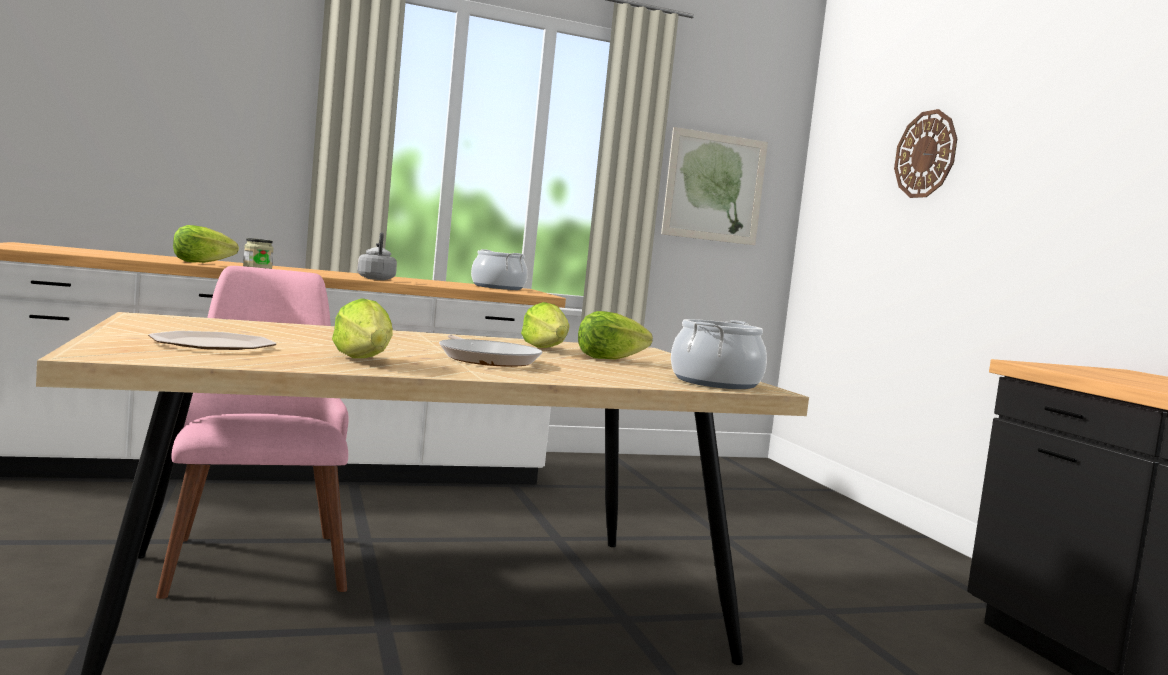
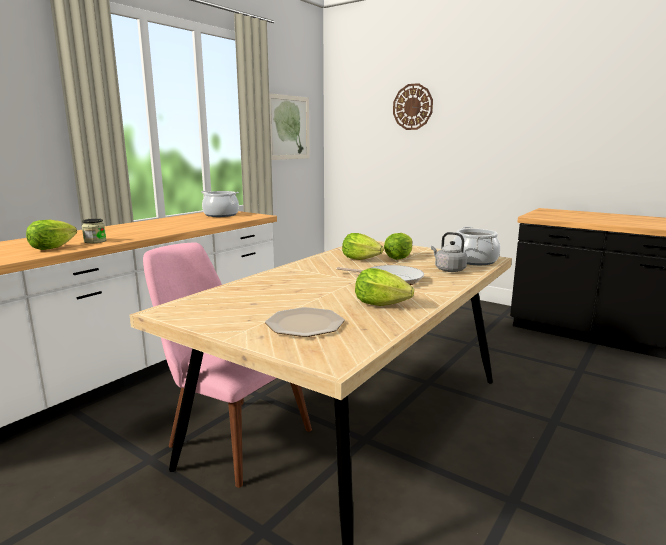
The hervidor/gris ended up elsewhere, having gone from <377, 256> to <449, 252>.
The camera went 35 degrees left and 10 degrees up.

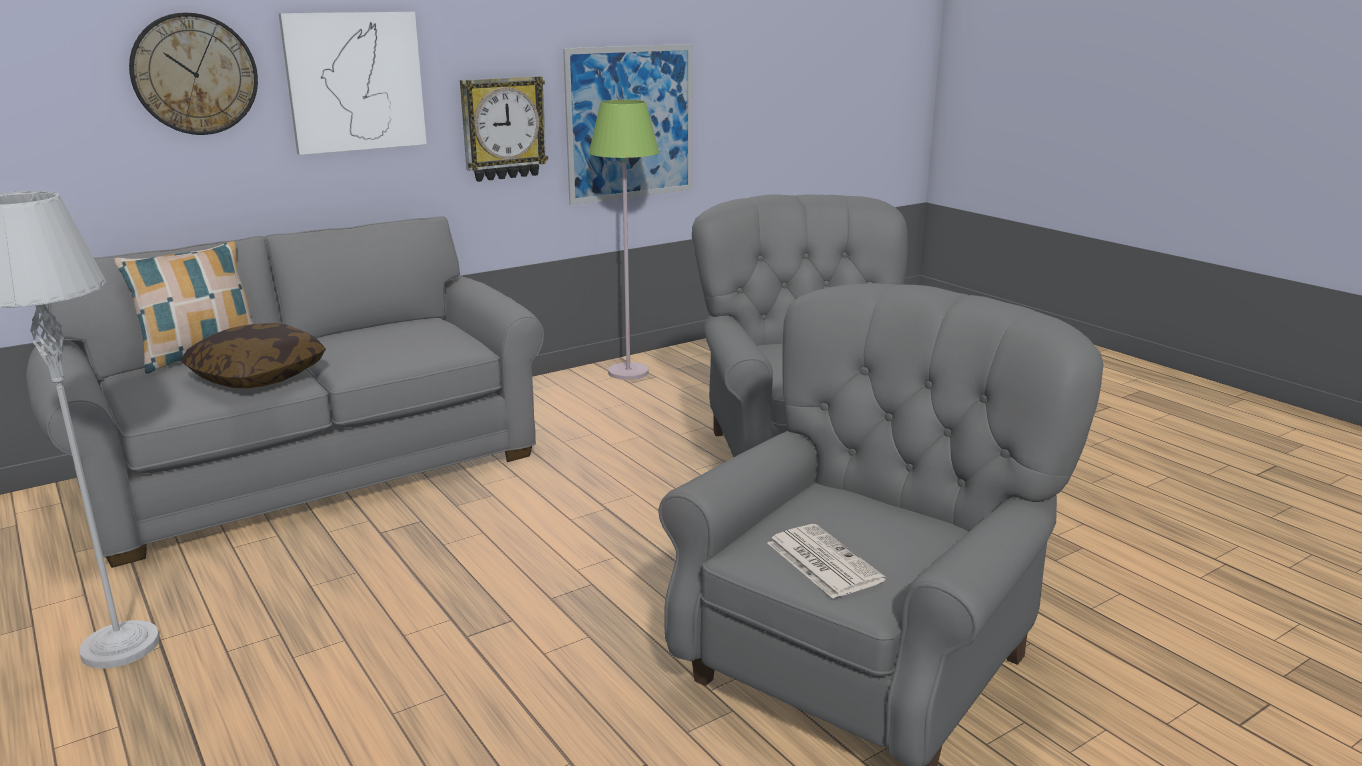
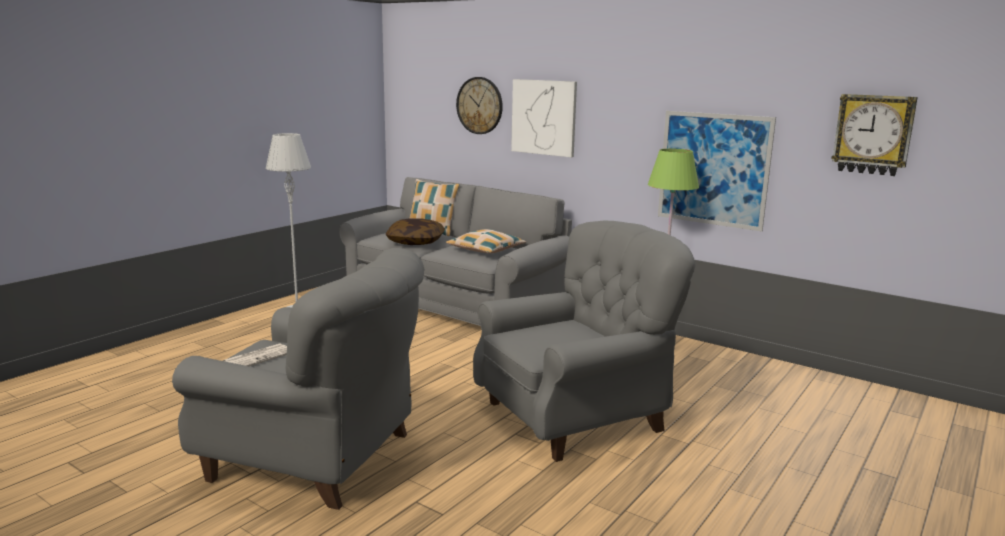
The reloj de pared ended up elsewhere, having gone from <504, 129> to <875, 135>.
The second view gained the cojín at <486, 241>.
The camera went 70 degrees right and 5 degrees down.

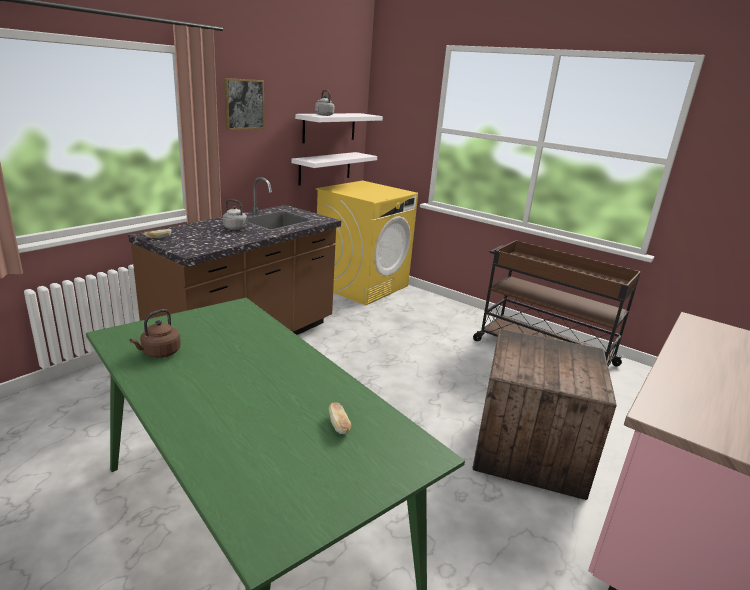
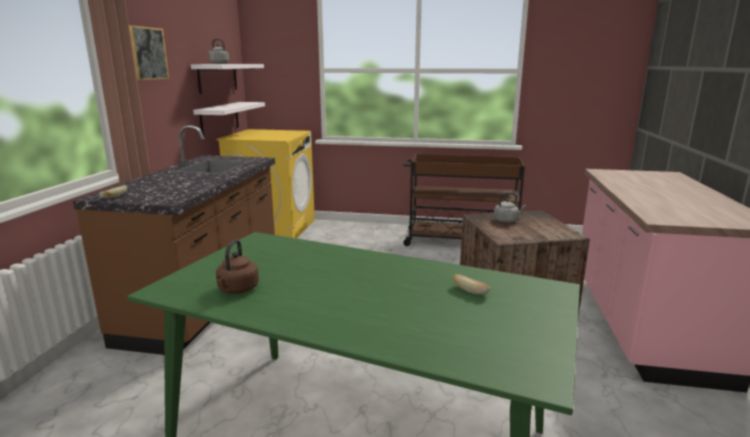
The hervidor/gris ended up elsewhere, having gone from <237, 214> to <510, 207>.
The camera went 25 degrees left and 5 degrees down.

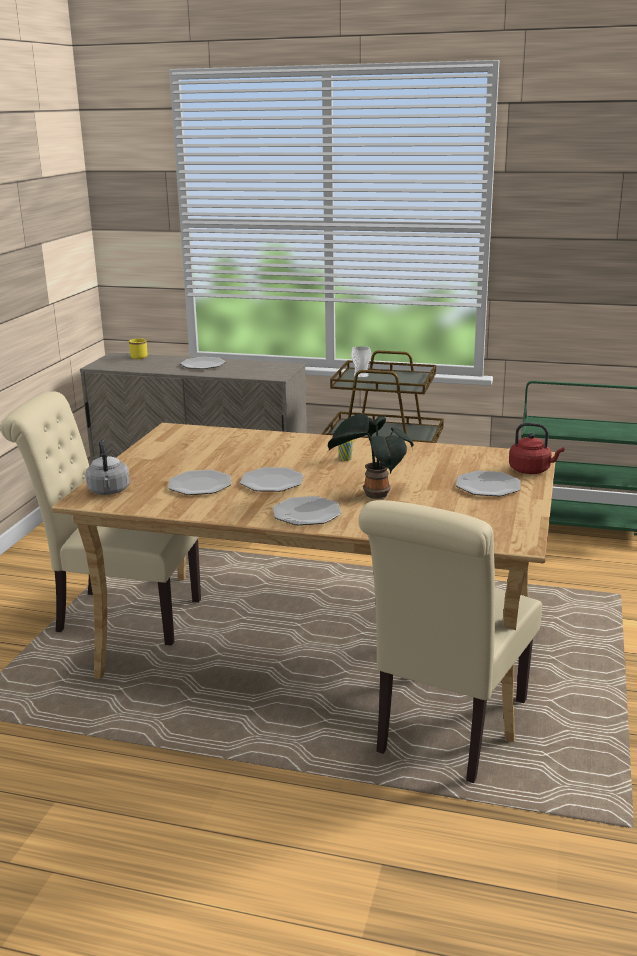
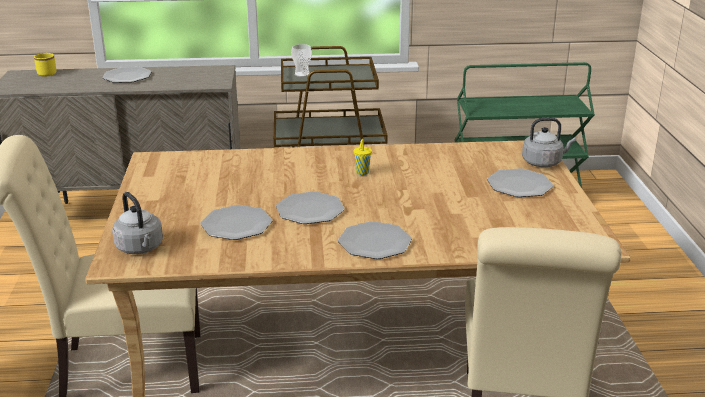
The second view lost the planta en maceta at <371, 457>.
What was the hervidor/rojo at <536, 448> turned into the hervidor/gris at <549, 142>.
The camera went 20 degrees left and 5 degrees up.

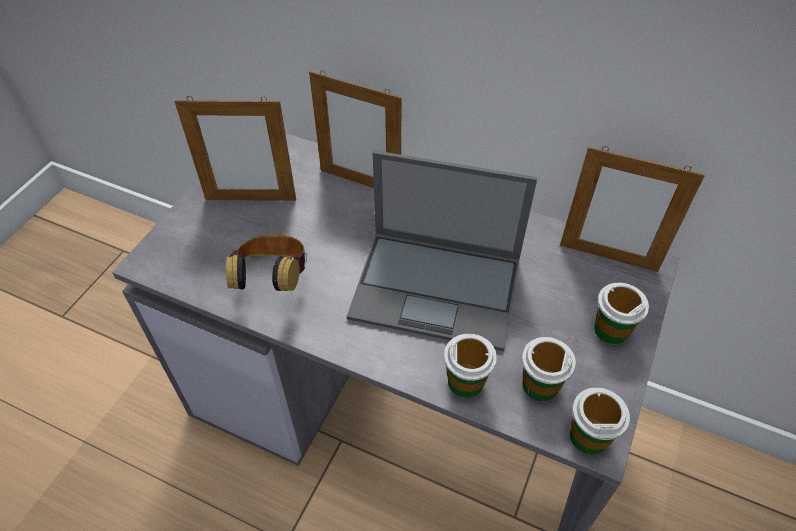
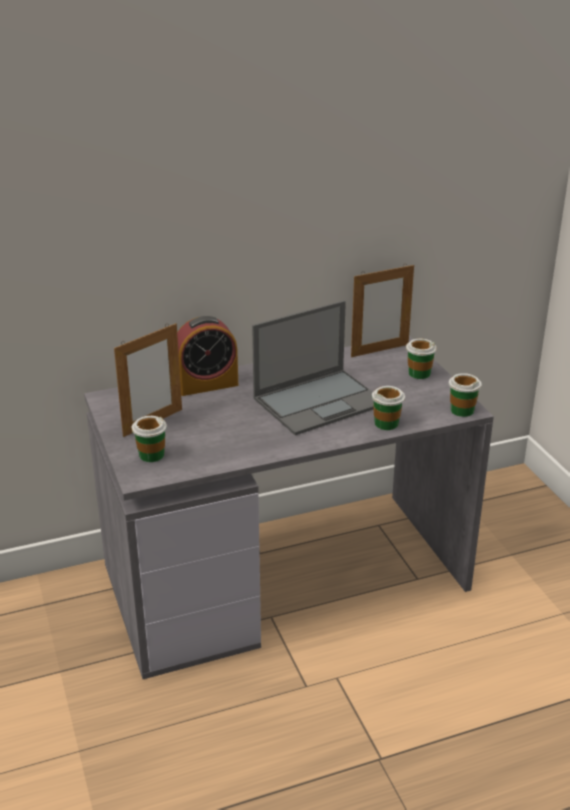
The second view lost the auriculares at <266, 262>.
Where the portarretratos stood at <355, 129>, the despertador came to stand at <207, 356>.
The taza ended up elsewhere, having gone from <549, 369> to <149, 439>.
The camera went 45 degrees left and 20 degrees down.

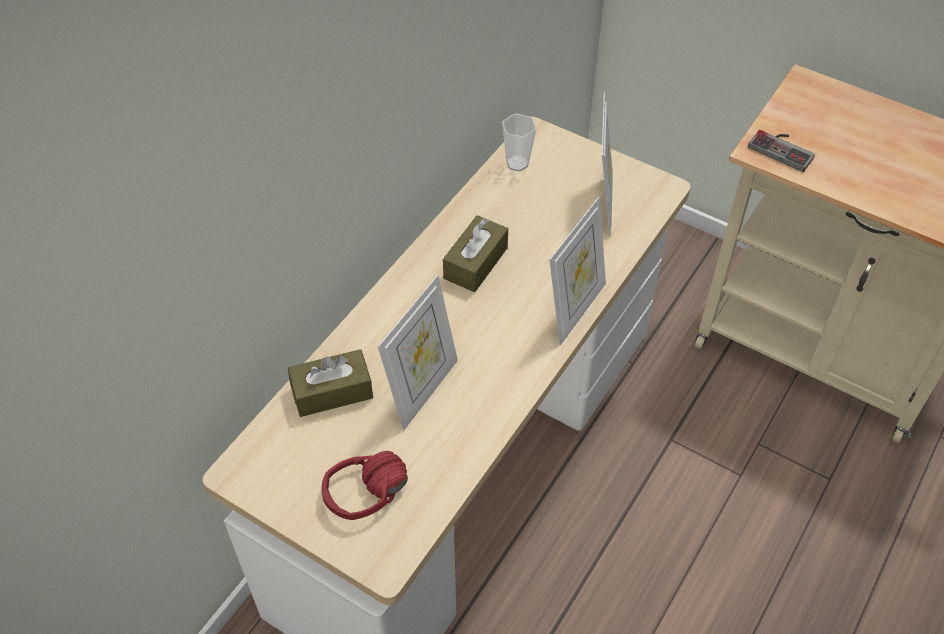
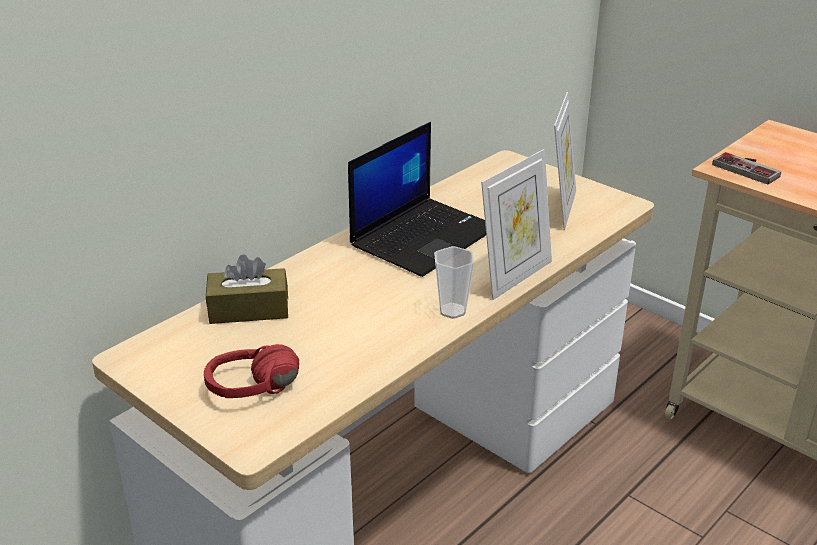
The second view lost the portarretratos at <418, 352>.
Where the caja de pañuelos/marrón stood at <475, 253>, the portátil came to stand at <417, 199>.
The taza ended up elsewhere, having gone from <519, 143> to <454, 282>.
The camera went 10 degrees right and 20 degrees down.

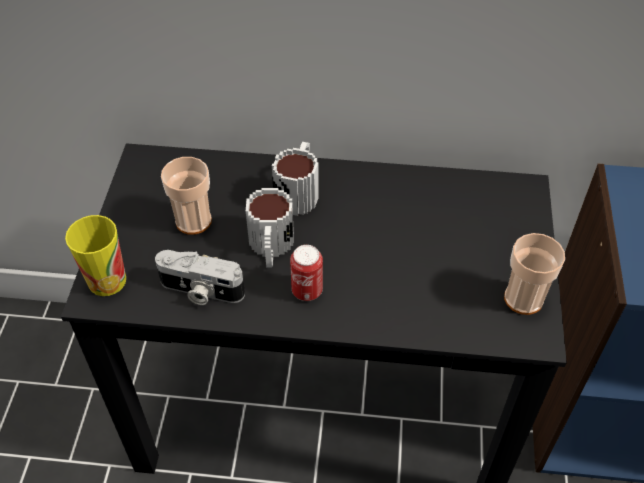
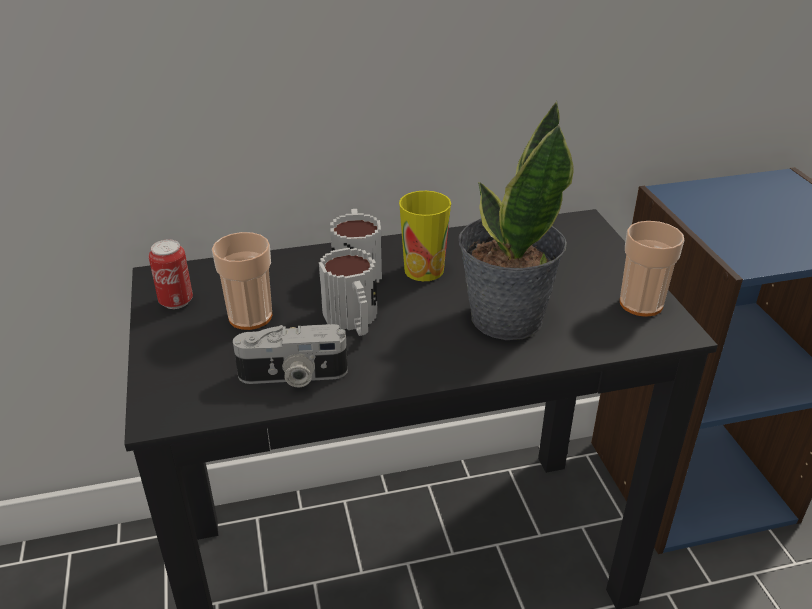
The taza ended up elsewhere, having gone from <95, 255> to <425, 236>.
The lata ended up elsewhere, having gone from <306, 273> to <171, 274>.
The second view gained the planta en maceta at <516, 220>.
The camera went 20 degrees left and 15 degrees down.

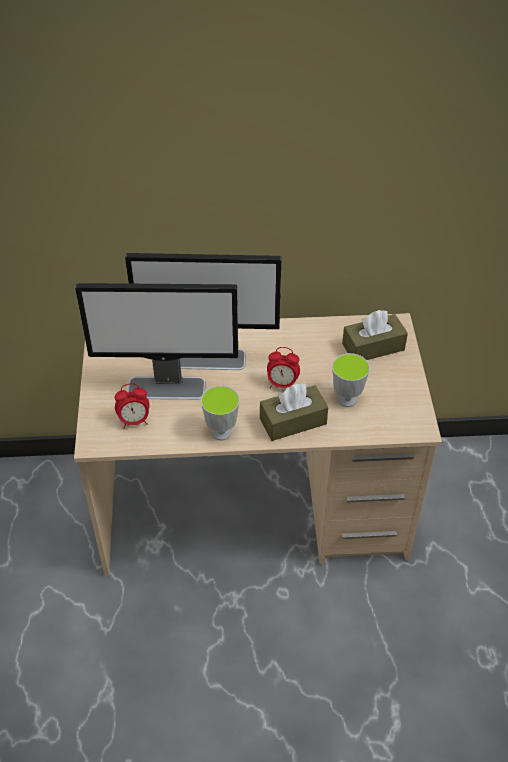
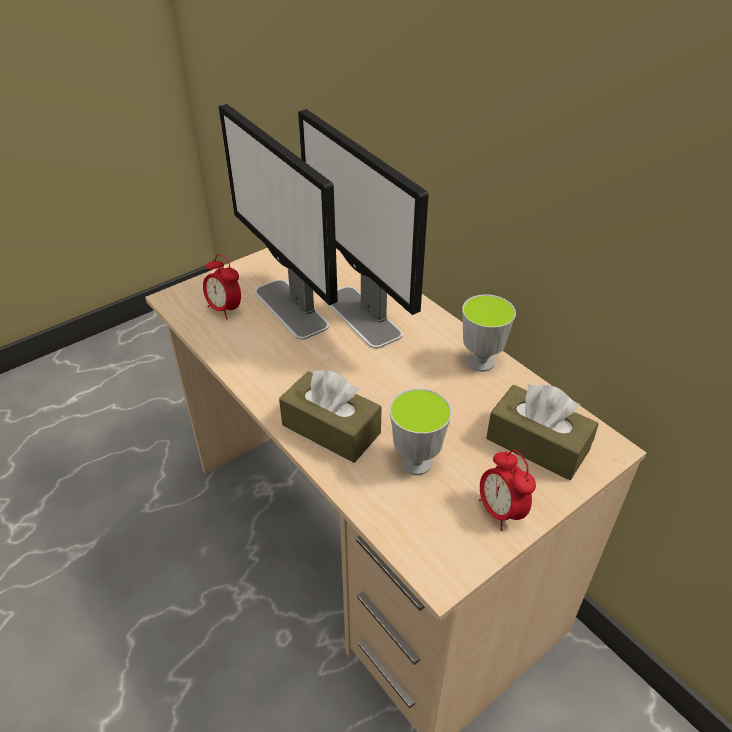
The taza ended up elsewhere, having gone from <220, 413> to <489, 333>.
The despertador ended up elsewhere, having gone from <283, 367> to <507, 490>.
The camera went 55 degrees right and 5 degrees down.

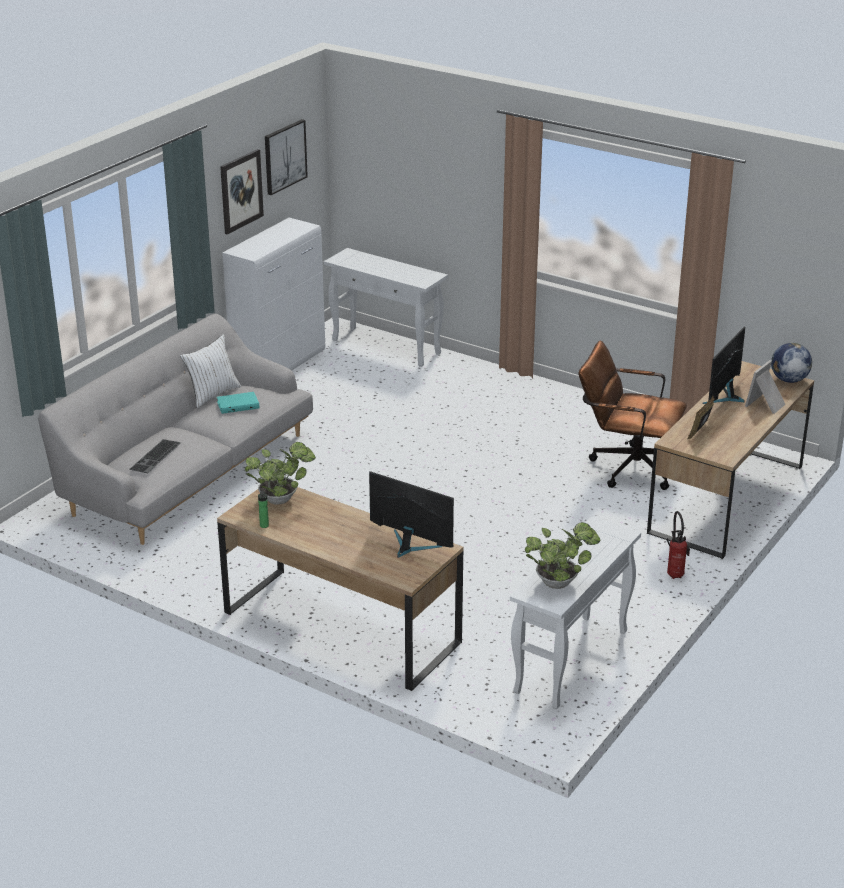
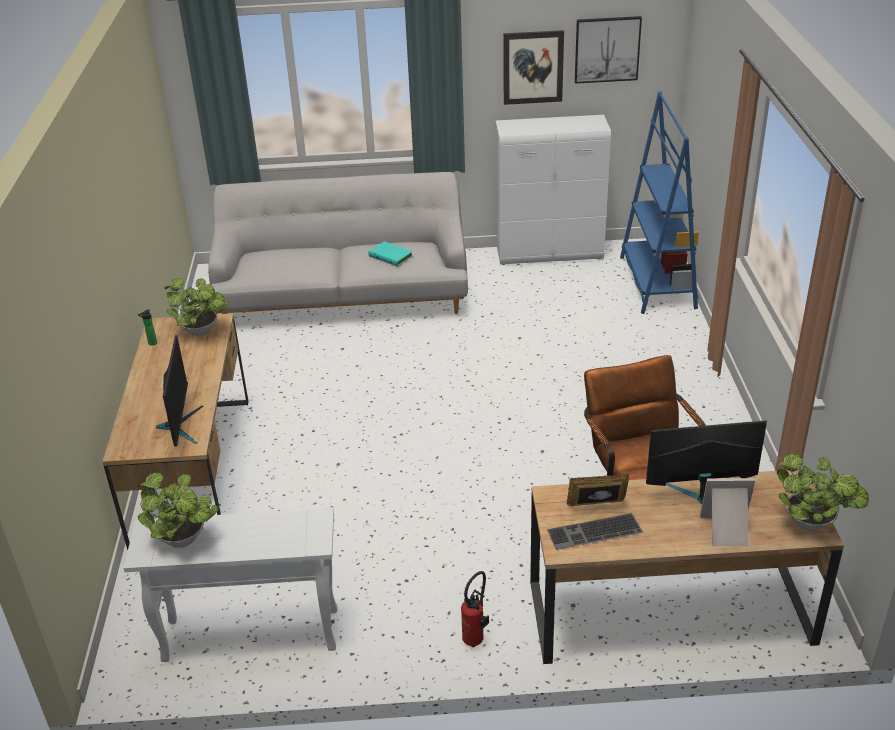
The teclado ended up elsewhere, having gone from <155, 456> to <595, 531>.
The second view lost the cojín/blanco at <210, 371>.
Where the mesa consola/blanco stood at <386, 307>, the estantería/azul came to stand at <659, 202>.
Where the globo terráqueo stood at <791, 363>, the planta en maceta came to stand at <823, 492>.
The camera went 55 degrees right and 5 degrees up.

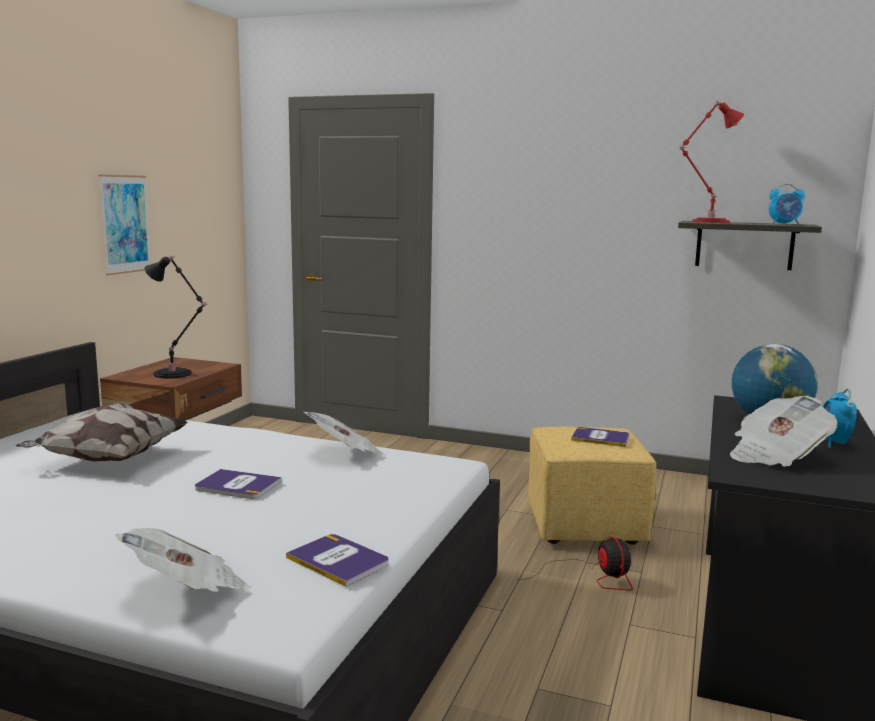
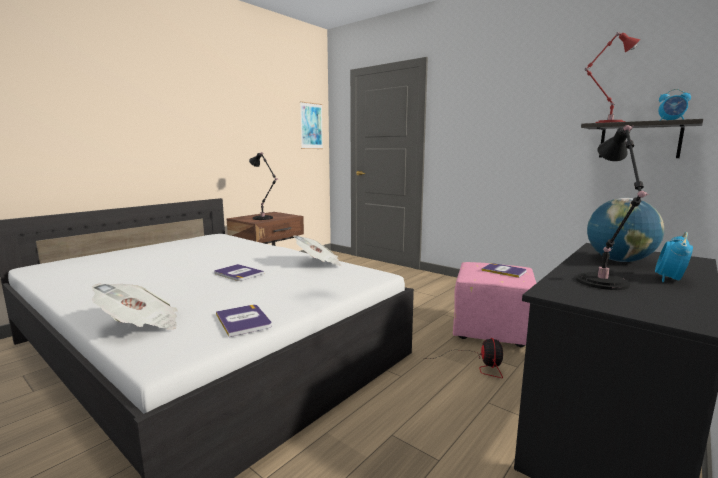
The second view lost the cojín at <102, 432>.
The cuadro ended up elsewhere, having gone from <125, 224> to <311, 125>.
What was the puf/amarillo at <592, 486> turned into the puf/rosa at <494, 304>.
Where the periódico stood at <783, 431>, the lámpara de mesa/negro came to stand at <612, 207>.
The camera went 20 degrees right and 0 degrees up.

